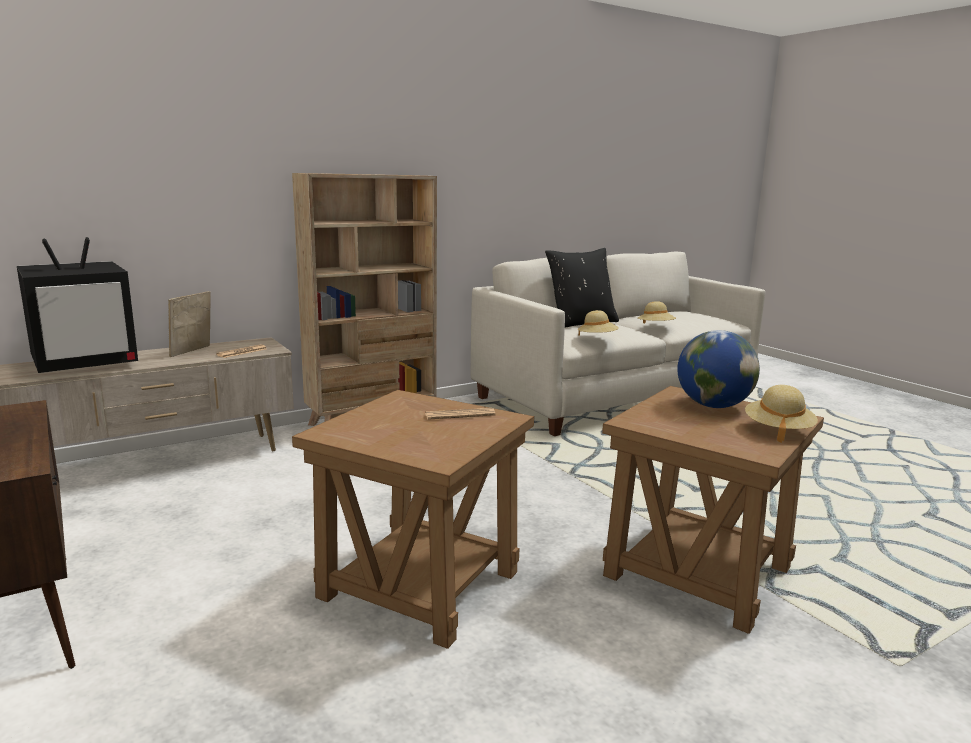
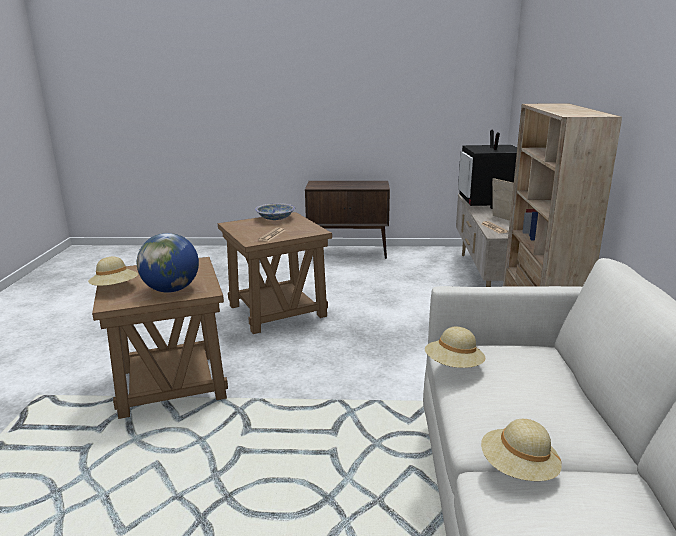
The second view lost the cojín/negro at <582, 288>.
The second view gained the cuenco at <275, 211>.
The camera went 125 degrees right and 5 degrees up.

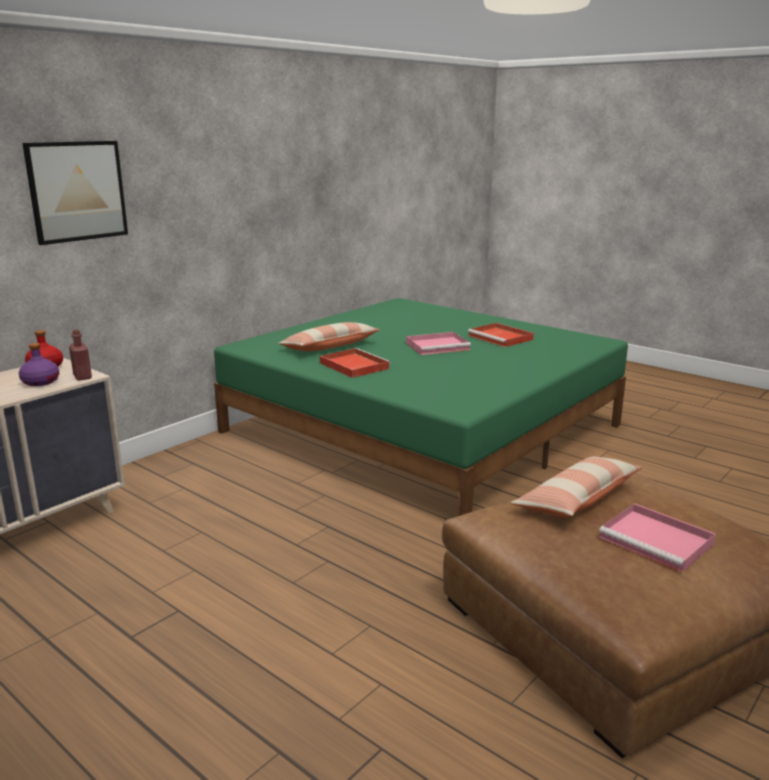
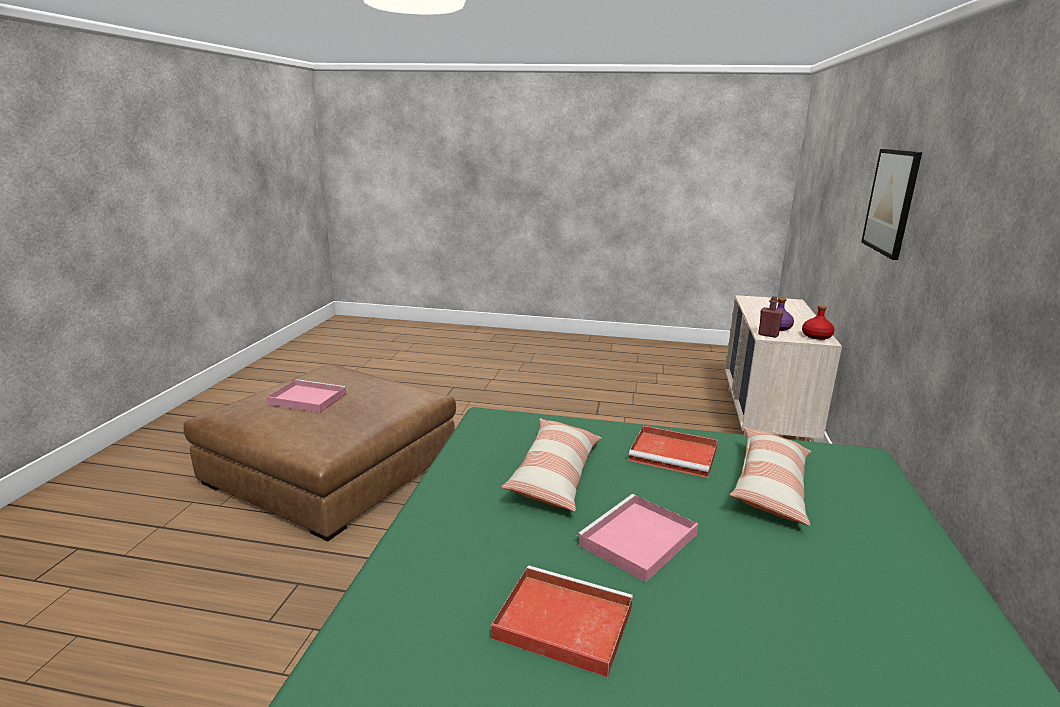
The cojín ended up elsewhere, having gone from <577, 487> to <551, 465>.
The camera went 150 degrees right and 0 degrees up.

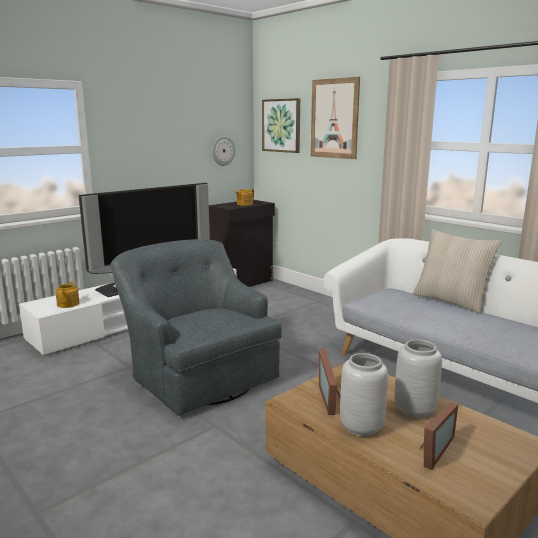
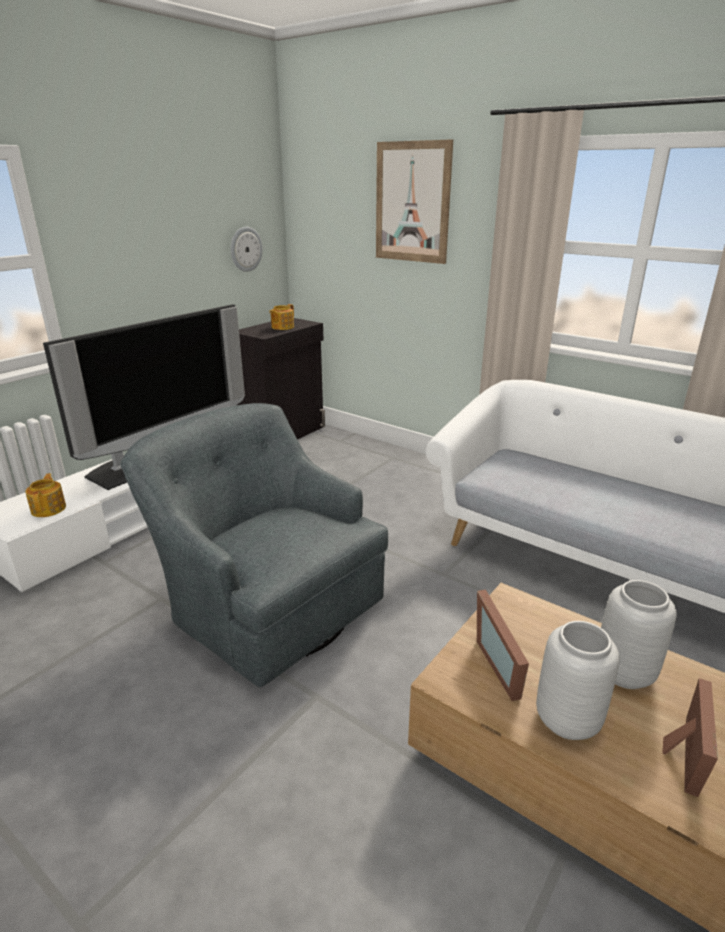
The second view lost the cuadro at <281, 125>.
The second view lost the cojín/beis at <457, 271>.
The camera went 10 degrees left and 10 degrees up.

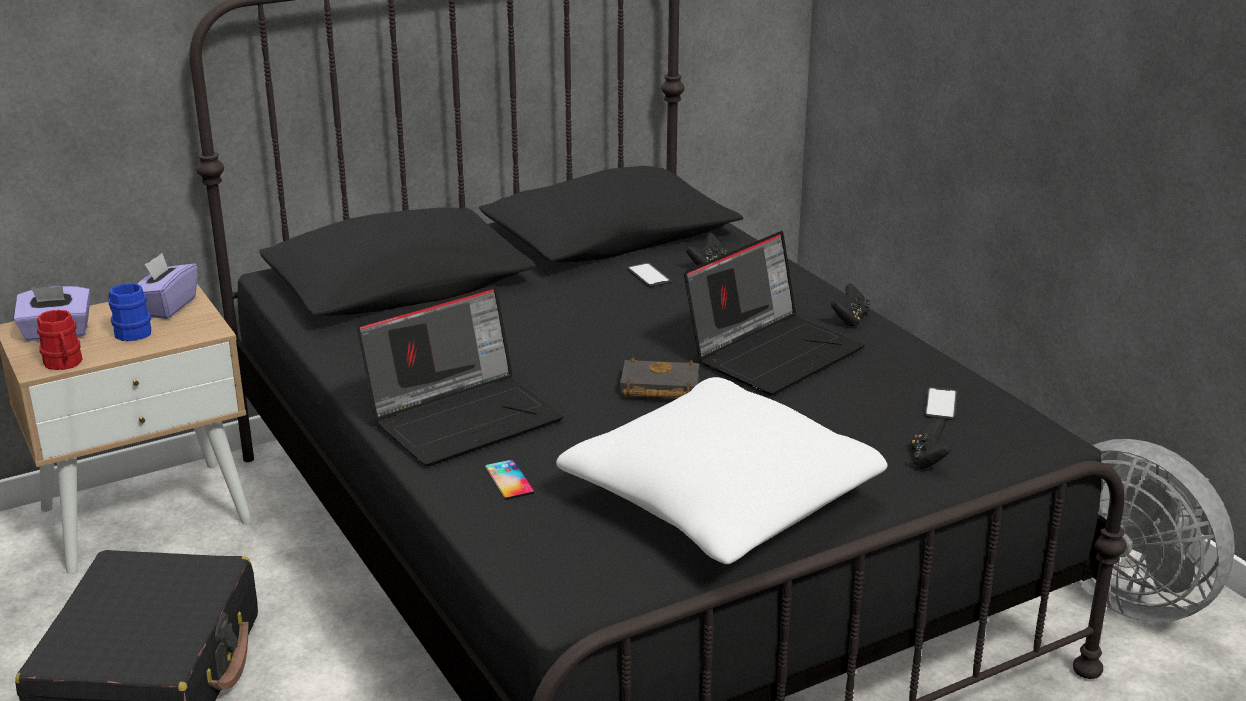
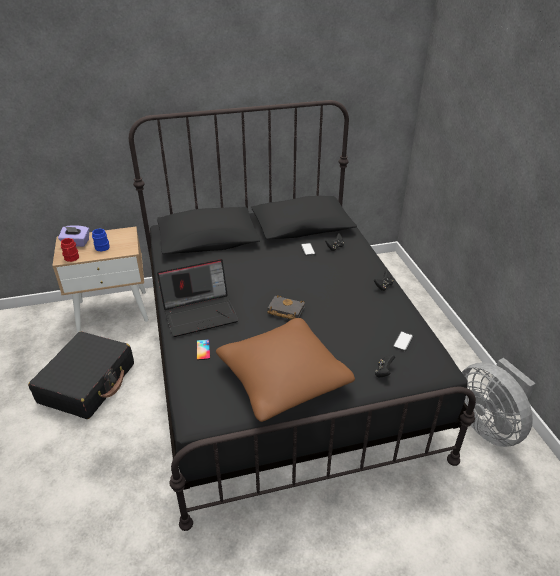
The second view lost the caja de pañuelos/morado at <167, 286>.
What was the cojín/blanco at <722, 470> turned into the cojín/marrón at <285, 370>.
The second view lost the portátil at <774, 313>.
The camera went 15 degrees right and 10 degrees up.

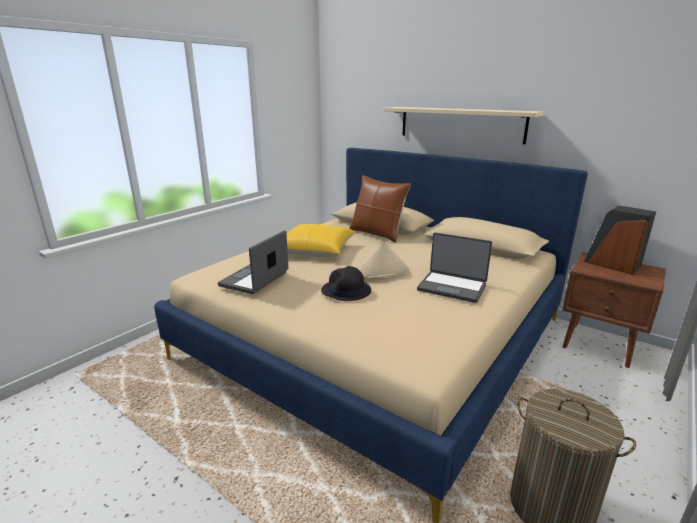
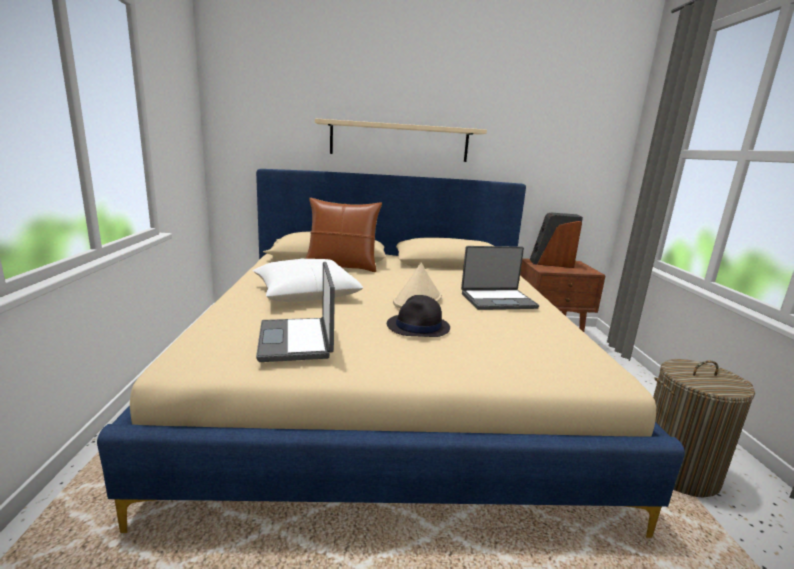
What was the cojín/amarillo at <321, 240> turned into the cojín/blanco at <307, 280>.
The camera went 40 degrees left and 5 degrees down.

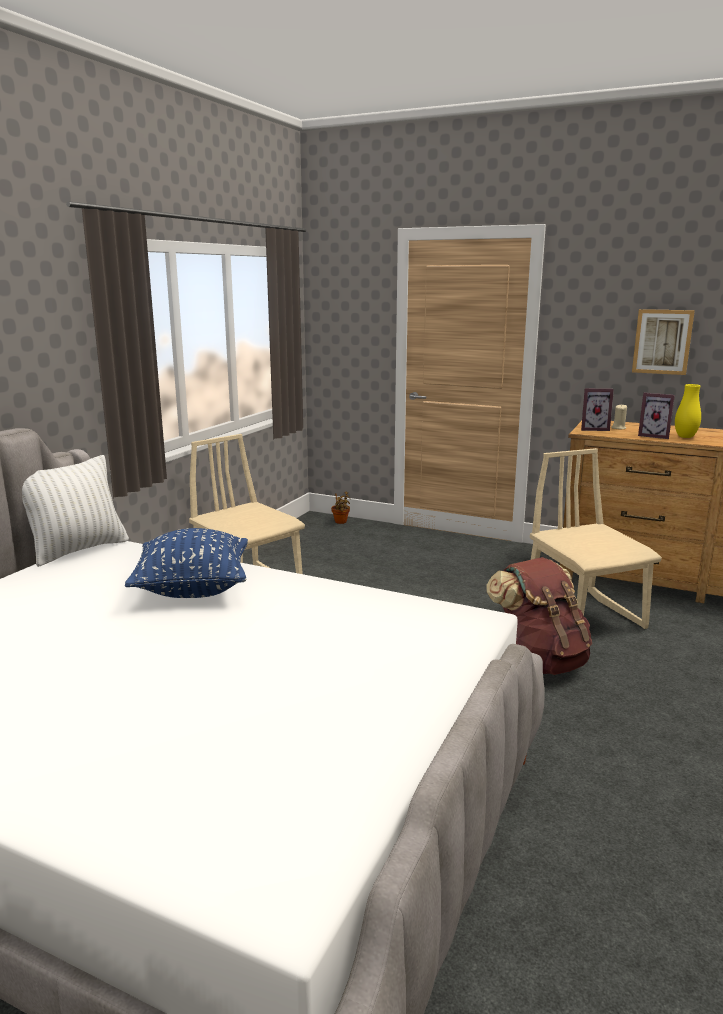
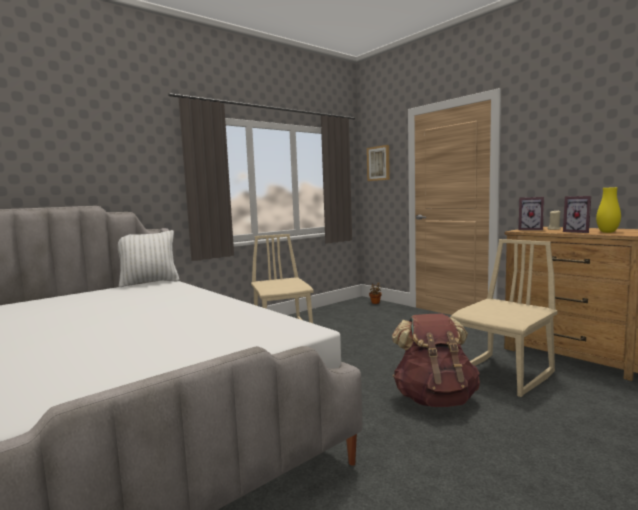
The second view lost the cojín/azul at <186, 563>.
The silla/beis at <596, 538> ended up facing another way, 45 degrees clockwise from before.
The cuadro ended up elsewhere, having gone from <663, 342> to <378, 163>.
The camera went 25 degrees right and 10 degrees down.

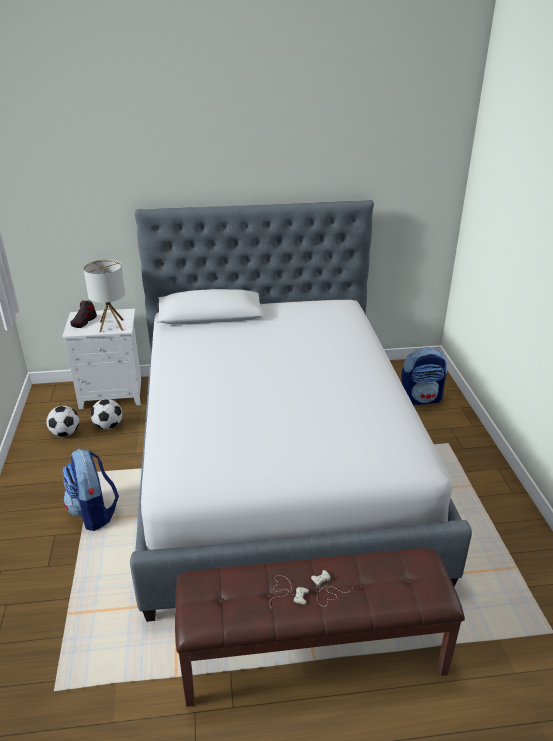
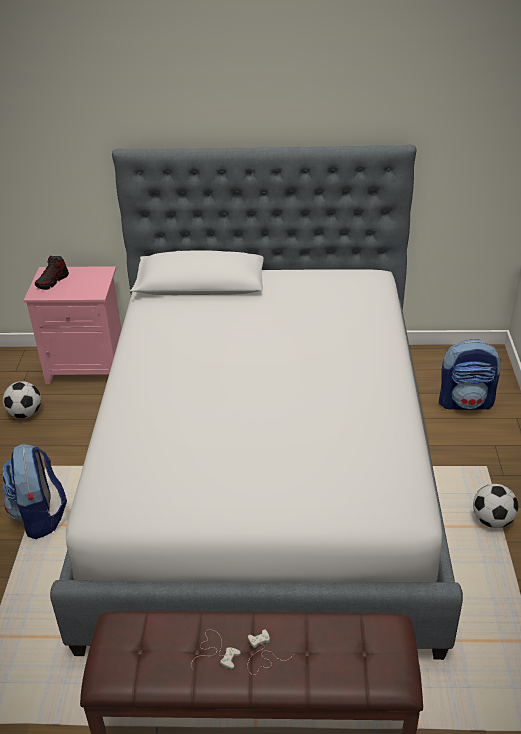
What was the mesita de noche/blanco at <101, 359> turned into the mesita de noche/rosa at <73, 325>.
The second view lost the lámpara de mesa at <104, 295>.
The balón de fútbol ended up elsewhere, having gone from <106, 414> to <495, 506>.
The camera went 10 degrees right and 5 degrees up.

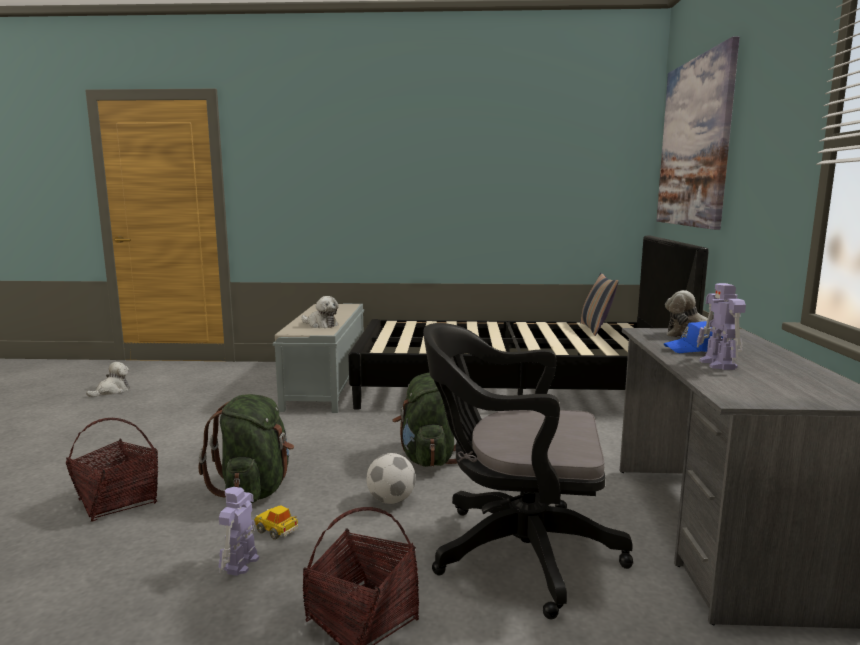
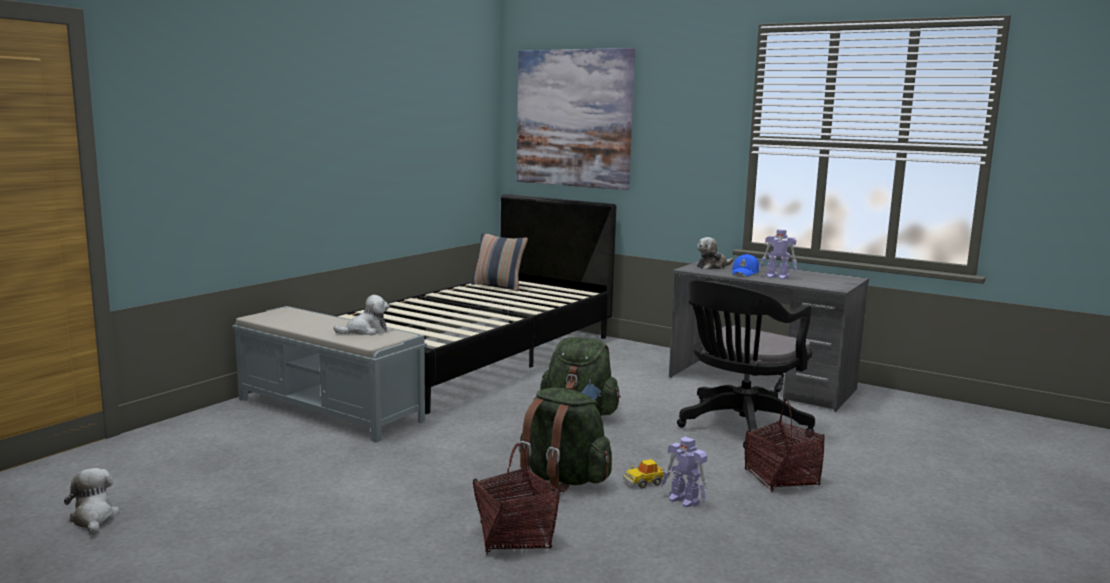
The second view lost the balón de fútbol at <391, 478>.
The camera went 60 degrees left and 0 degrees up.

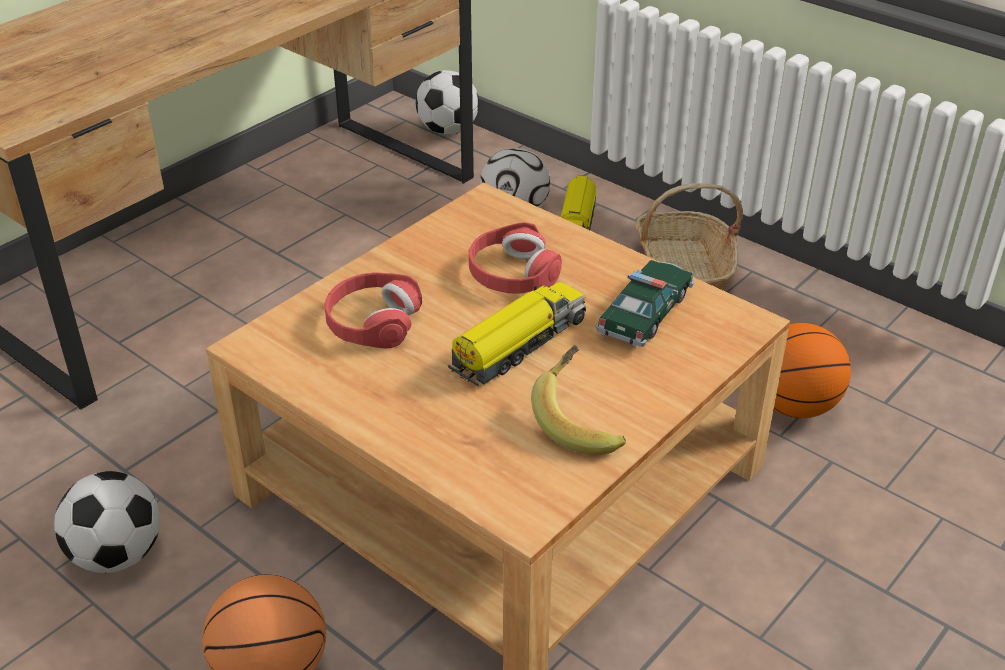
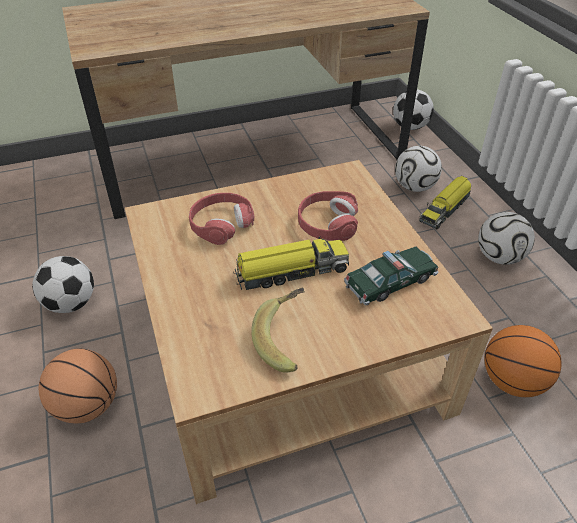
Where the cesta stood at <689, 236>, the balón de fútbol came to stand at <506, 238>.
The camera went 30 degrees right and 5 degrees up.

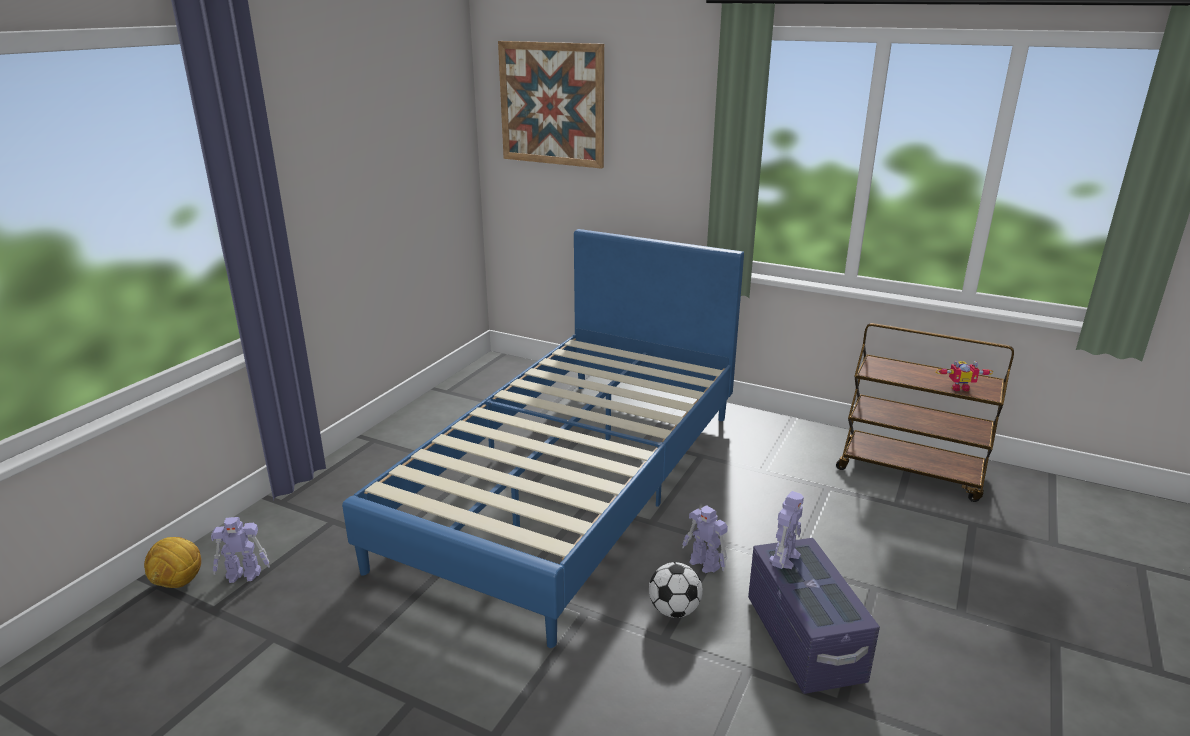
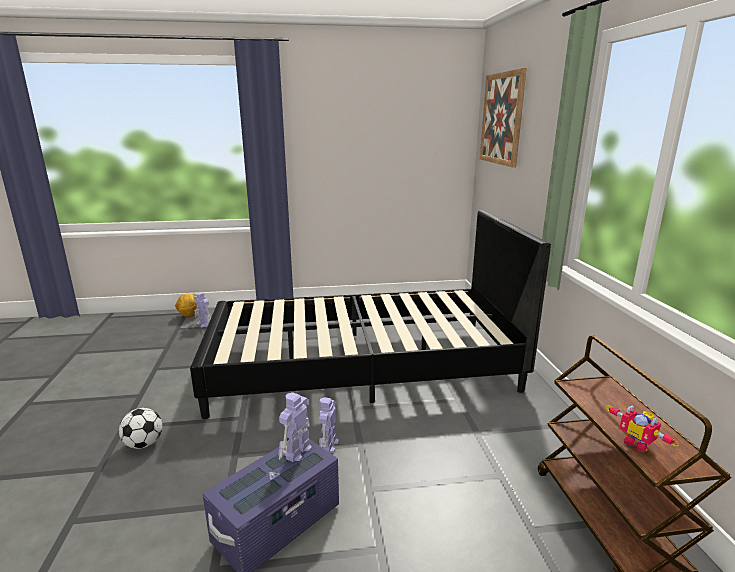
What was the cama/azul at <543, 438> turned into the cama/negro at <370, 314>.
The balón de fútbol ended up elsewhere, having gone from <676, 590> to <140, 428>.
The robot de juguete at <786, 530> ended up facing another way, 120 degrees clockwise from before.
The camera went 55 degrees right and 5 degrees down.

